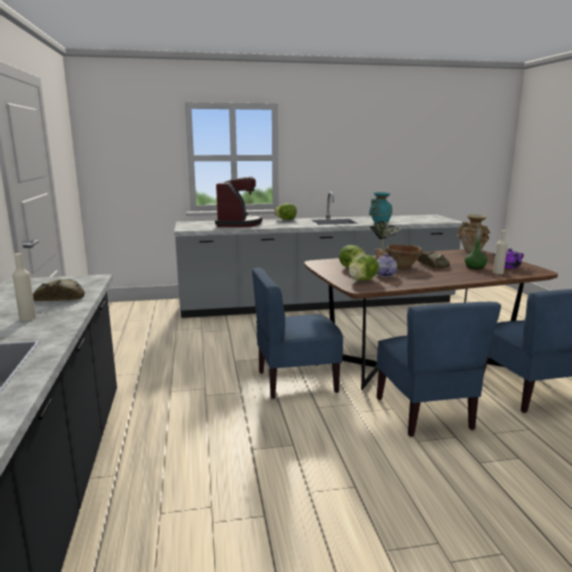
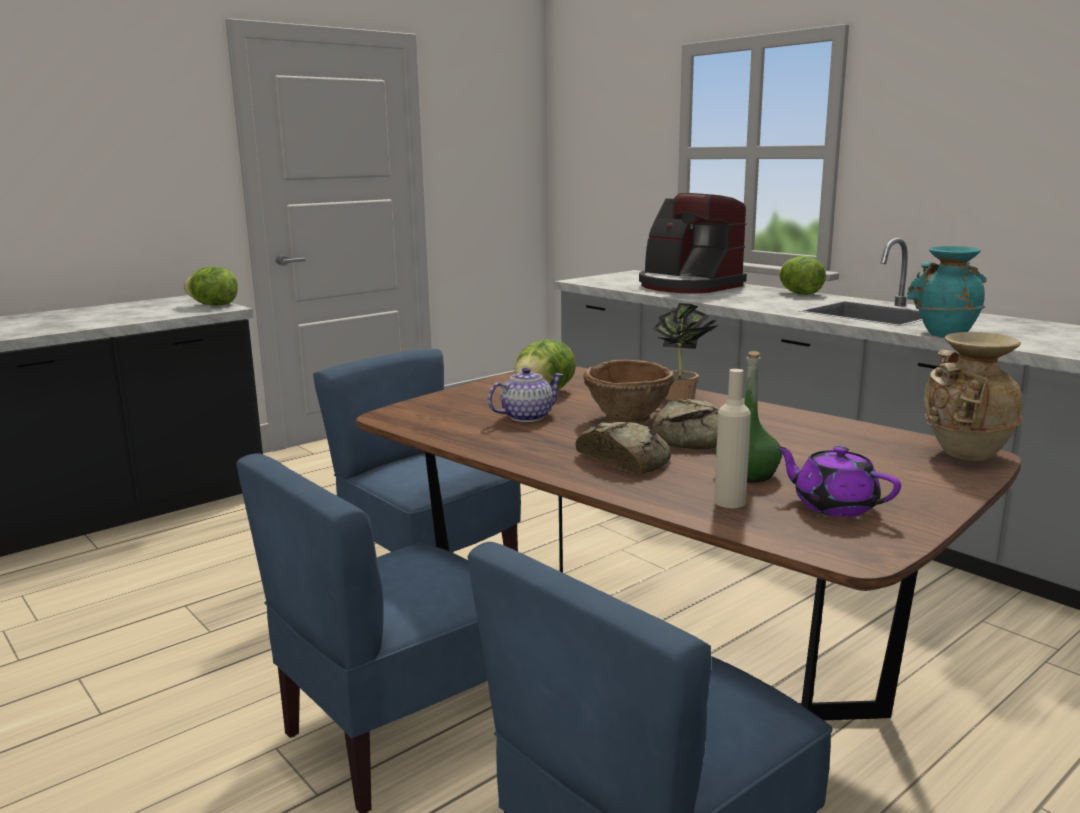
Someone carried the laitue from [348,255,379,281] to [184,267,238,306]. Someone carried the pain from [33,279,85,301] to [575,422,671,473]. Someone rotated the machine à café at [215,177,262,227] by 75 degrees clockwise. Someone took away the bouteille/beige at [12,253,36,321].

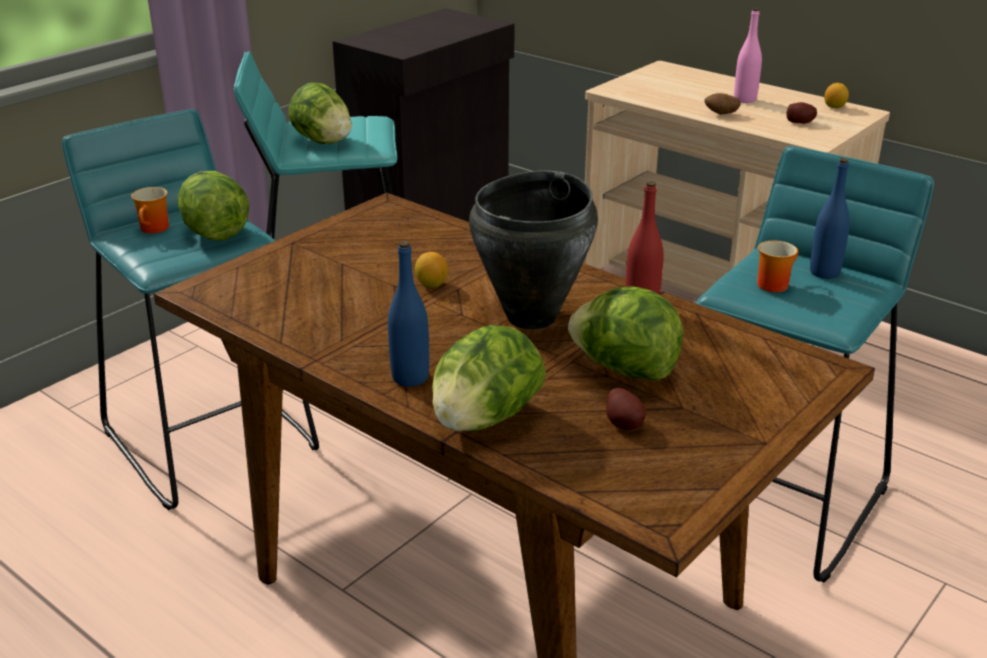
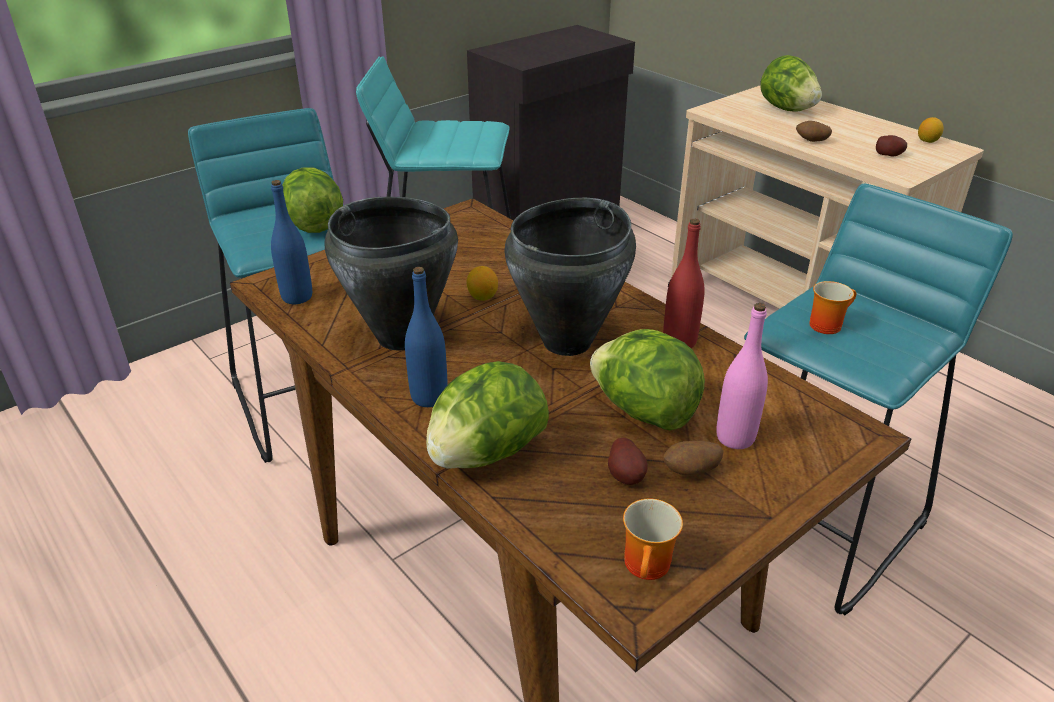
Someone carried the bouteille/bleu from [810,158,850,279] to [271,180,312,304]. Someone put down the marmite/noir at [325,197,458,351]. Someone carried the mug from [131,187,169,233] to [623,499,683,580]. Someone put down the pomme de terre at [664,441,724,476]. Someone carried the bouteille/rose from [734,8,762,103] to [716,303,768,449]. Someone carried the laitue from [288,83,352,144] to [761,55,822,112].

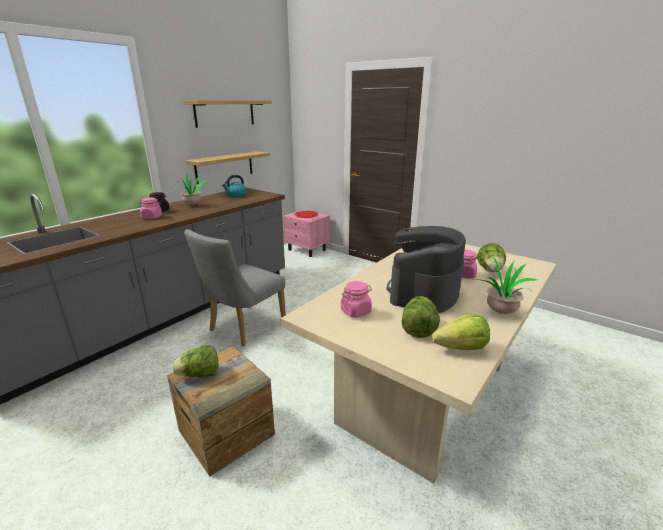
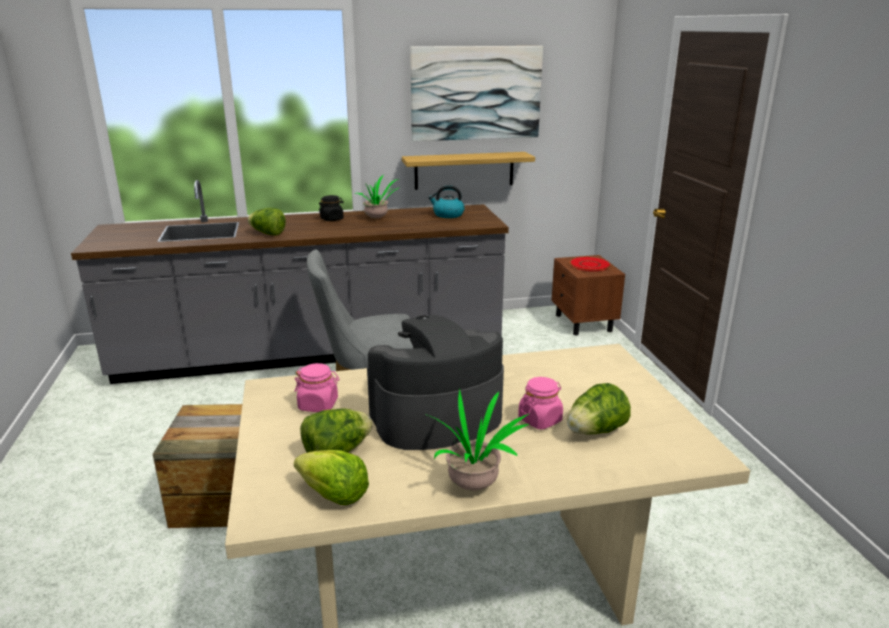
Someone carried the laitue from [172,345,218,378] to [247,208,286,235]. Someone swapped the étagère at [184,100,272,128] for the tableau at [410,46,543,141]. Someone repainted the table de chevet/rose at [283,210,330,257], which became the table de chevet/marron at [551,255,625,335]. Someone took away the bocal/rose at [138,197,162,219].

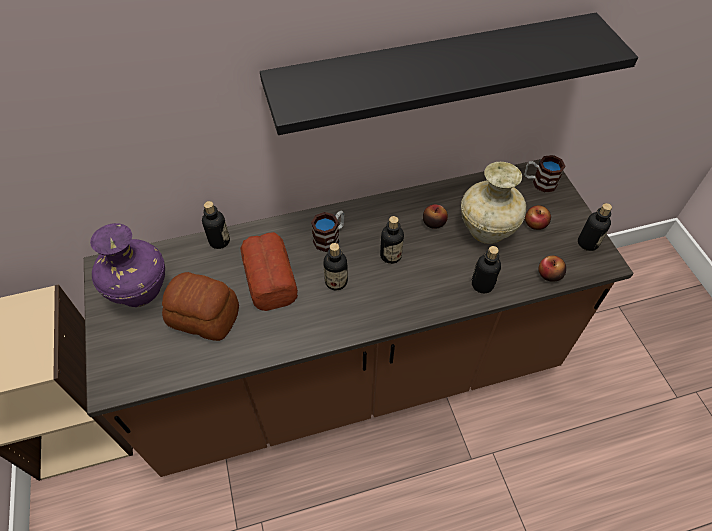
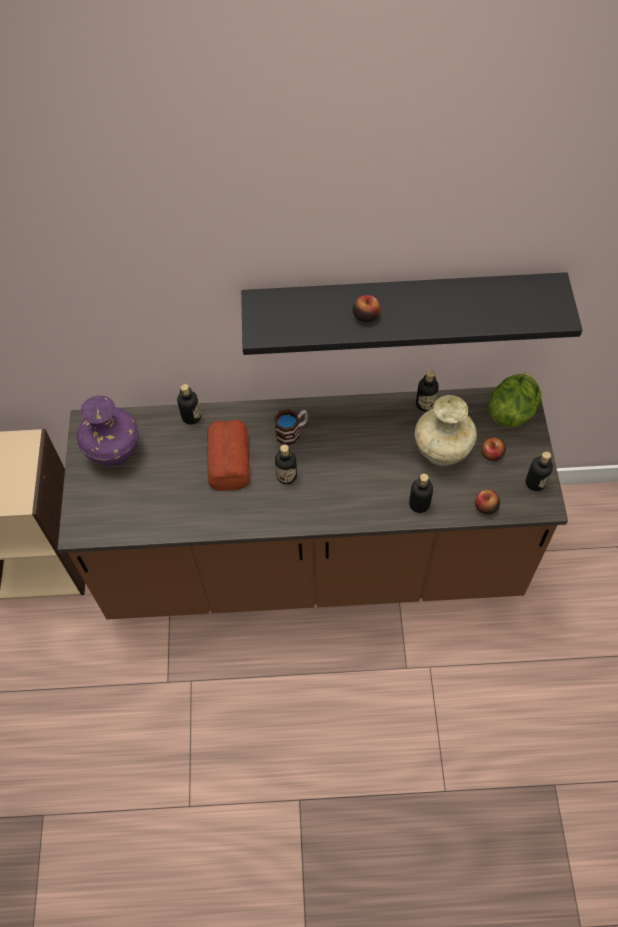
Someone carried the pomme from [423,205,448,229] to [353,295,381,322]. Someone carried the bouteille from [380,216,404,264] to [416,371,439,412]. Someone swapped the mug at [524,155,565,193] for the laitue at [488,373,541,427]. Someone took away the pain at [162,272,239,341].

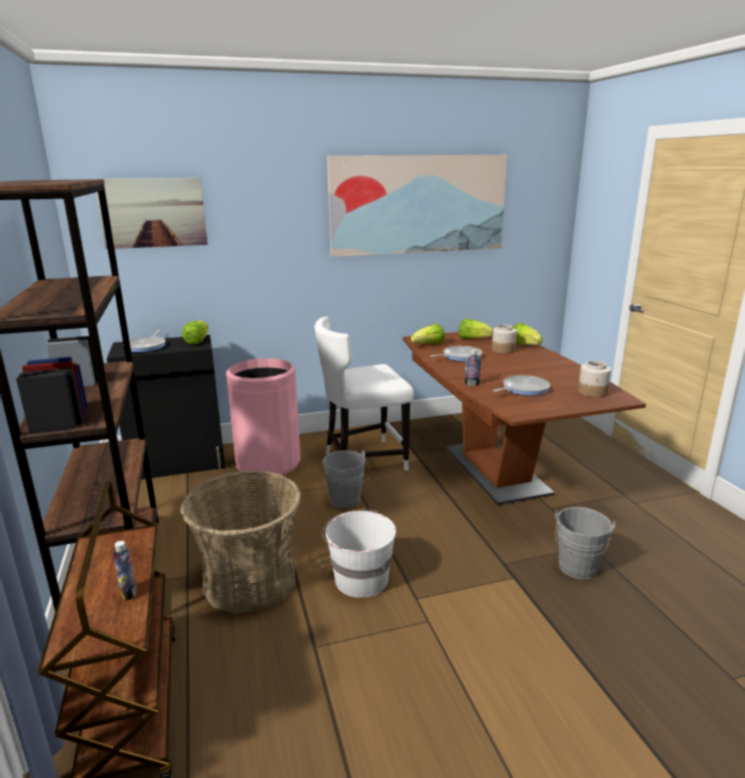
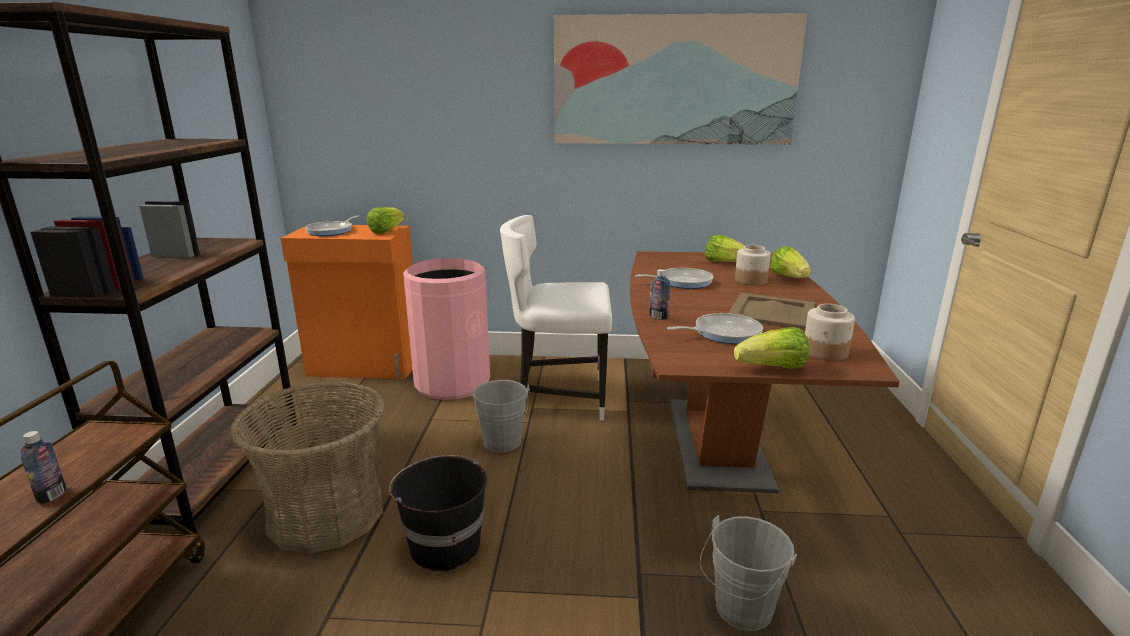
Someone repainted the meuble de rangement/noir at [107,335,225,480], which became the meuble de rangement/orange at [281,225,413,379]. Someone repainted the seau/blanc at [322,509,396,598], which became the seau/noir at [389,455,487,571]. Someone put down the plateau/beige at [729,293,816,330]. Someone carried the laitue from [411,324,445,344] to [734,327,809,369]. Someone took away the tableau at [96,178,208,249].

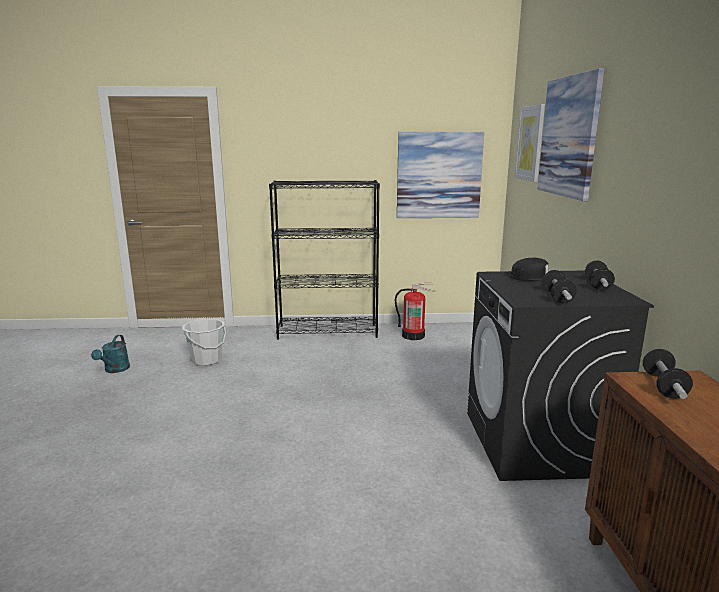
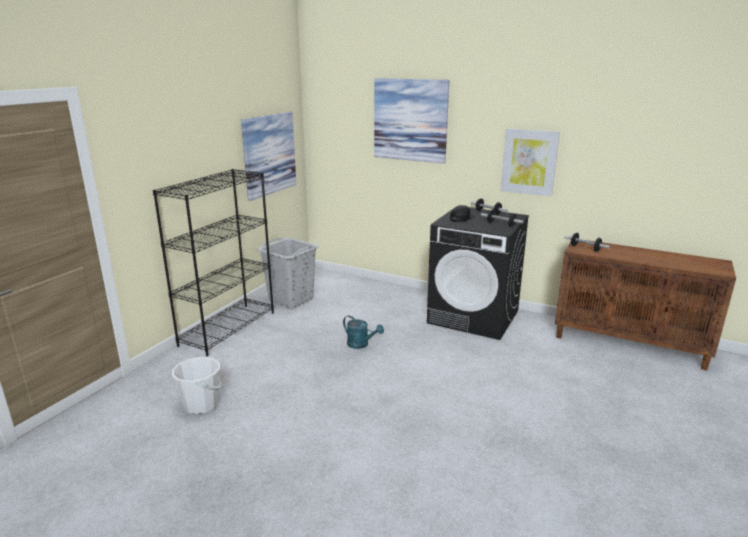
Someone swapped the extincteur at [395,283,436,340] for the panier à linge/gris at [256,237,319,309]. Someone carried the arrosoir/turquoise from [91,335,130,373] to [343,315,384,349]. Someone carried the tableau from [514,104,545,182] to [501,128,560,197].

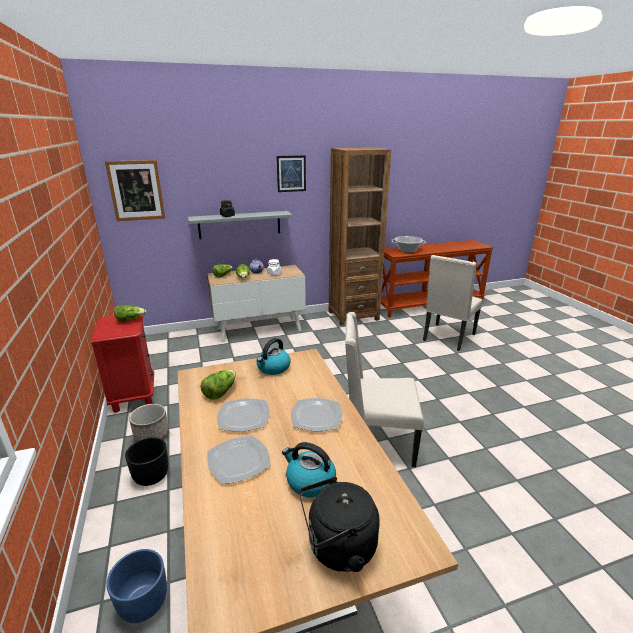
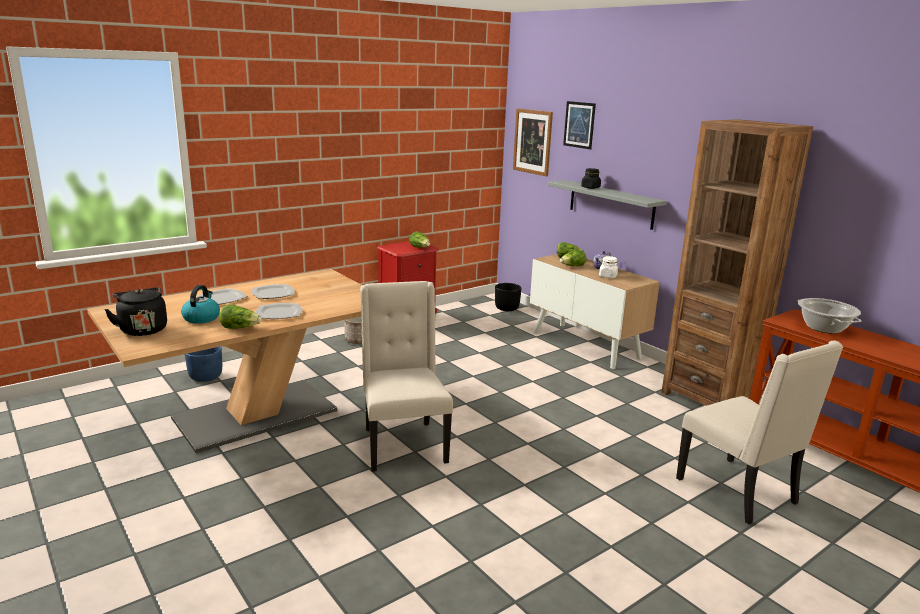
Someone carried the laitue from [200,370,236,400] to [219,304,262,329]. Someone carried the cache-pot/noir from [125,437,169,486] to [495,283,521,311]. Someone carried the tableau from [276,155,306,192] to [563,101,596,149]. Someone rotated the chaise/beige at [423,255,483,351] by 135 degrees counterclockwise. Someone took away the bouilloire at [256,338,290,375].

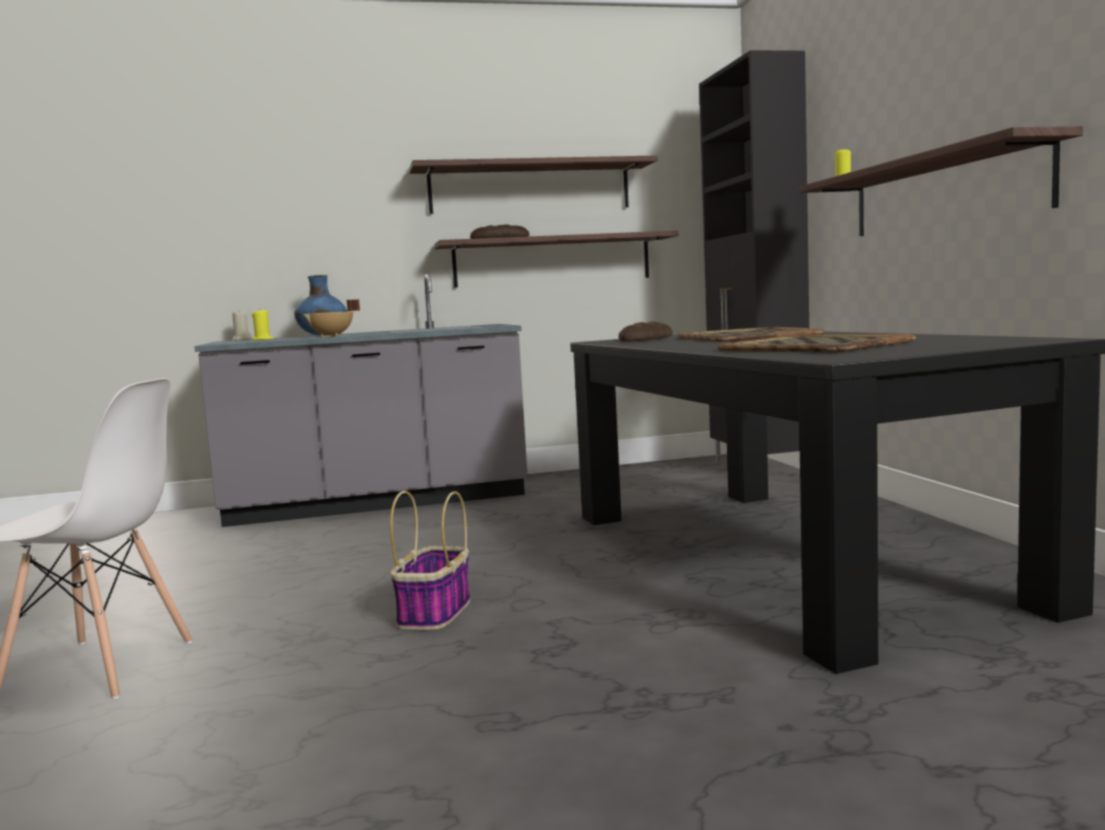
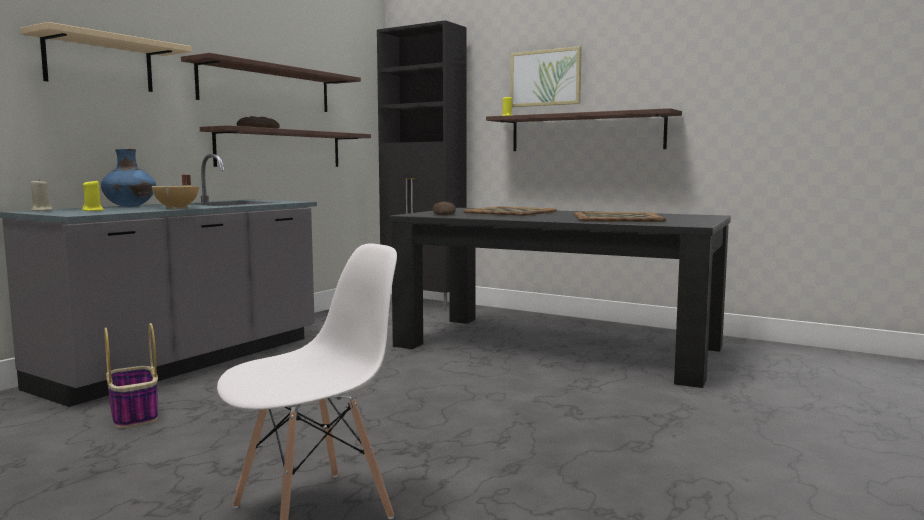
Someone put up the étagère/beige at [20,22,192,92]. Someone carried the panier from [390,491,470,630] to [104,323,158,429]. Someone put up the tableau at [510,46,582,107].

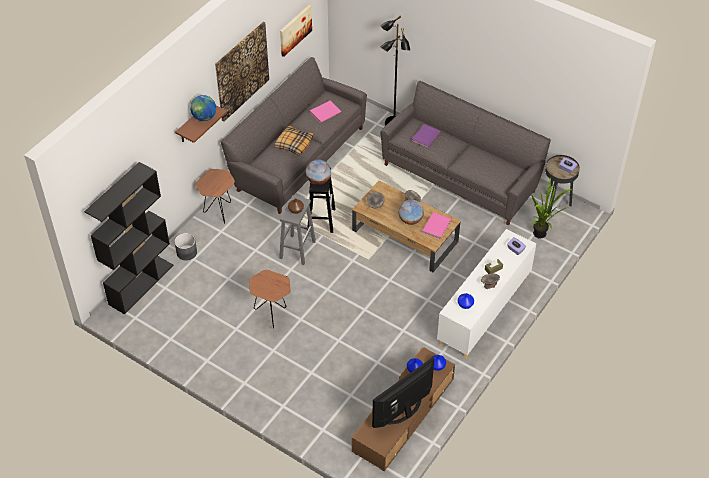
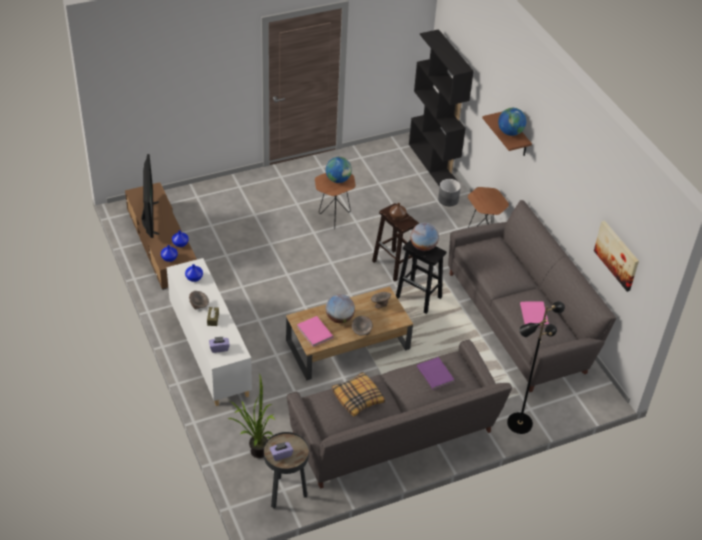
Someone put down the globe at [326,157,352,183]. Someone carried the coussin from [274,125,314,156] to [332,372,385,416]. Someone repainted the tabouret/gris at [279,195,316,265], which became the tabouret/marron at [372,203,419,281]. Someone took away the tableau at [215,22,269,122].

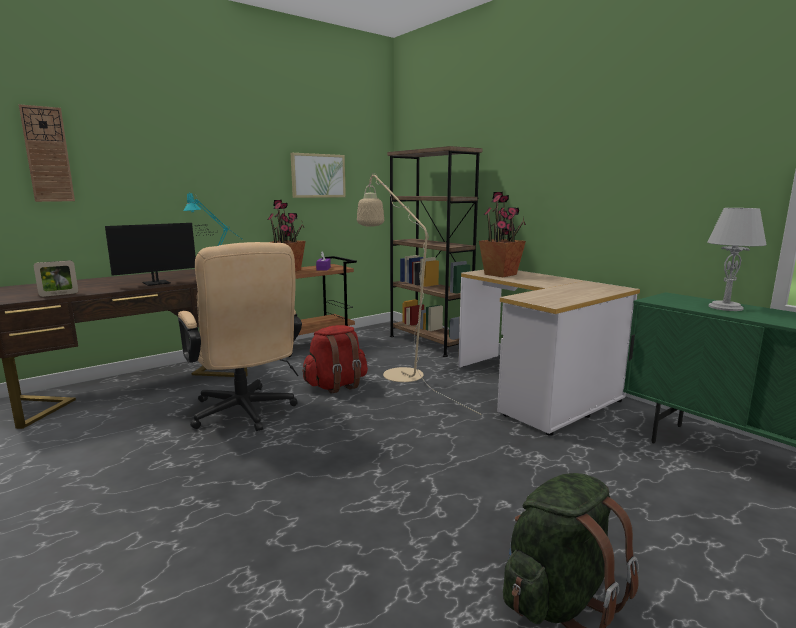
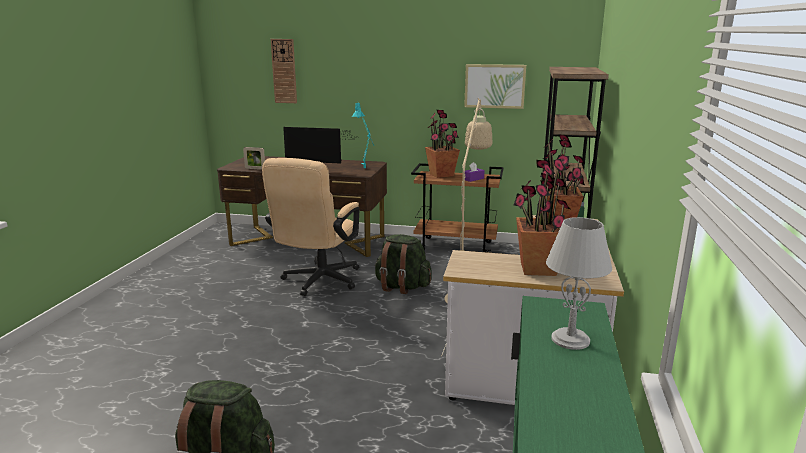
Someone repainted the sac à dos/rouge at [302,325,368,394], which became the sac à dos/vert at [375,234,432,294]. Someone put down the plante en pot at [514,159,570,276].

